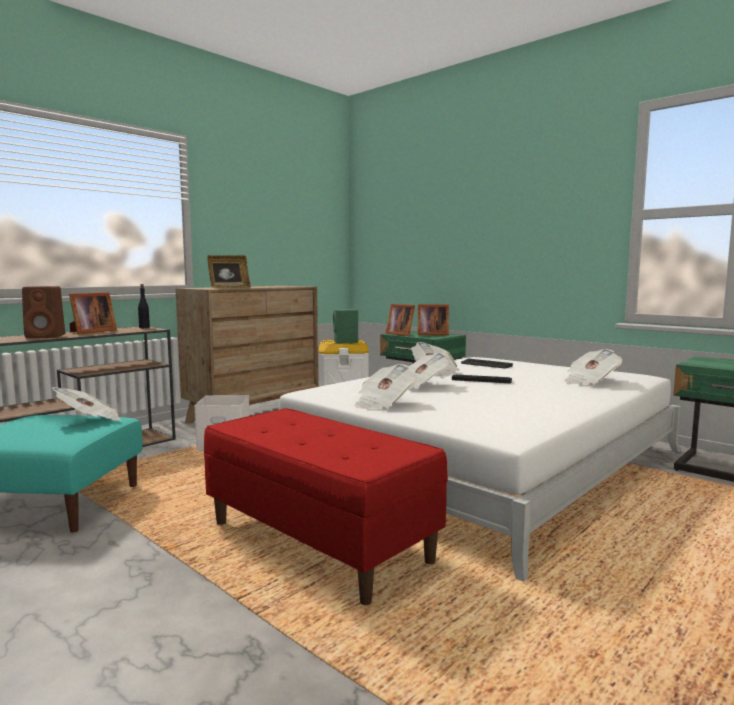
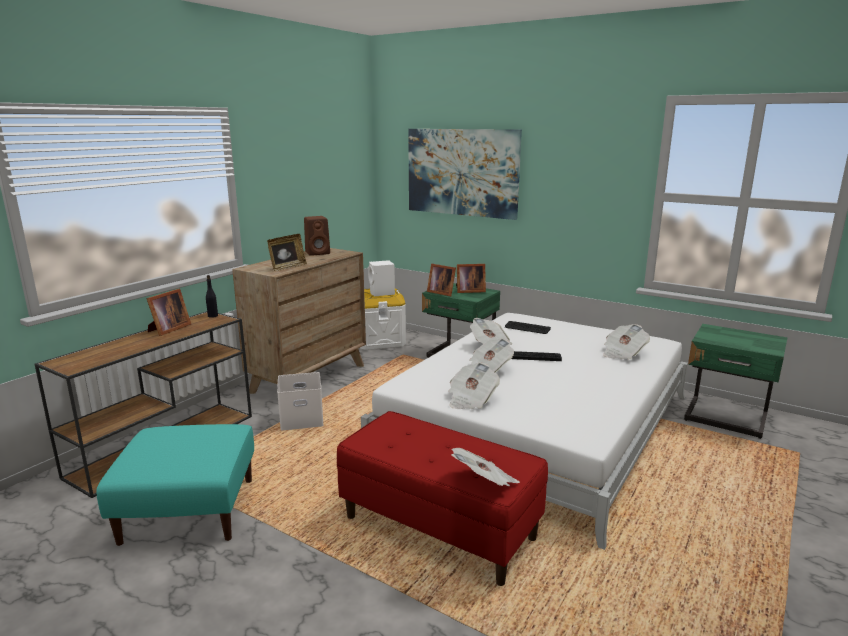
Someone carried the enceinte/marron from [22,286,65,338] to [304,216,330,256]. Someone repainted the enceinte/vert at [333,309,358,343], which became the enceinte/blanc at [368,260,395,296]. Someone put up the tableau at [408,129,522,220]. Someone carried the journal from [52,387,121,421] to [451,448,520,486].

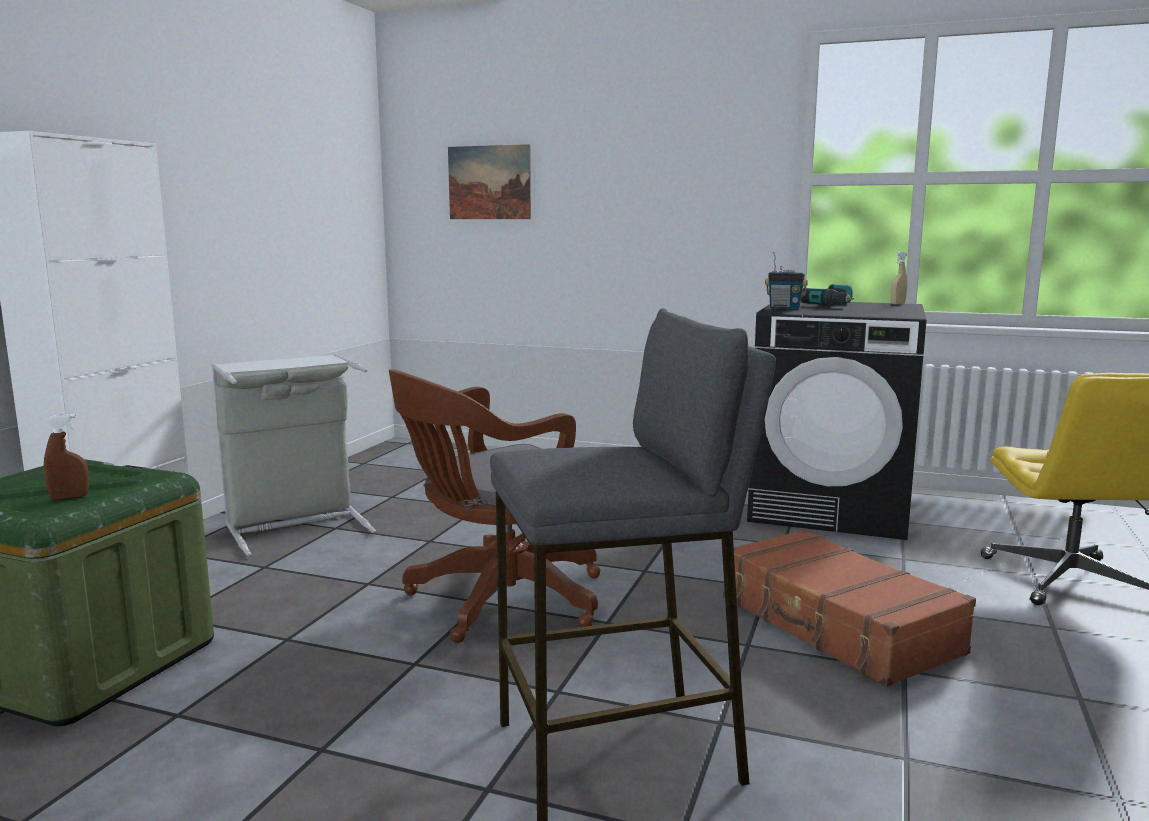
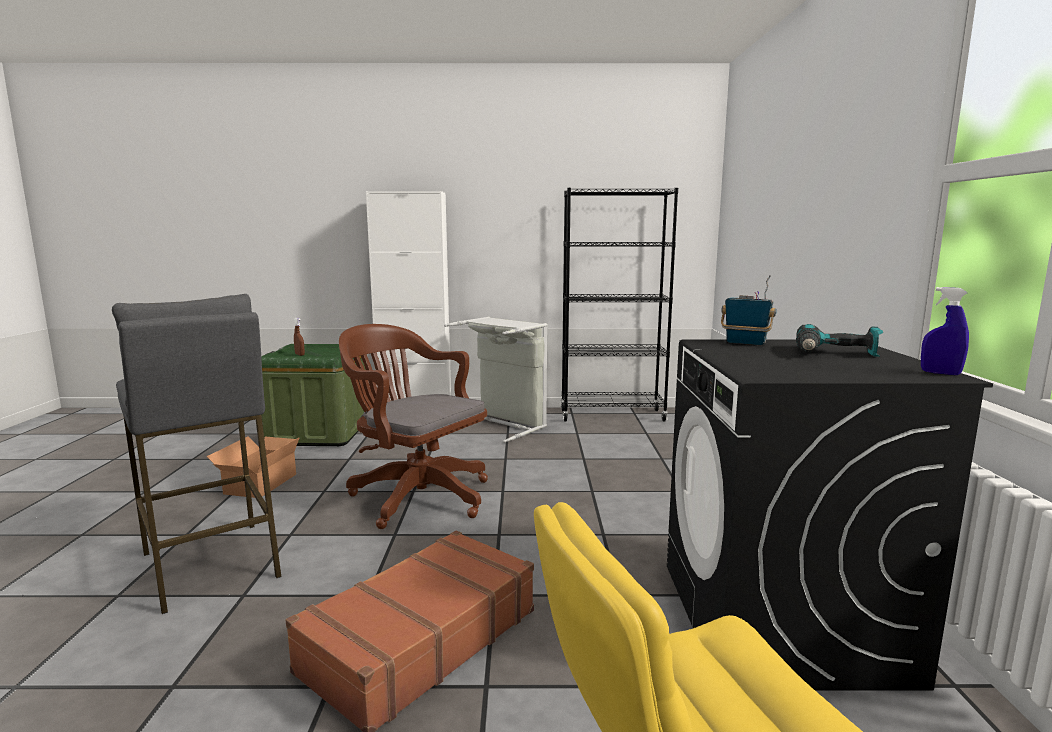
Someone put down the carton at [207,437,300,498]. Someone put down the bibliothèque/noir at [561,188,678,422]. Someone rotated the radio at [765,252,808,309] by 120 degrees clockwise. Someone repainted the vaporisateur/beige at [890,252,907,305], which became the vaporisateur/bleu at [921,287,969,375]. Someone took away the tableau at [448,144,531,219].

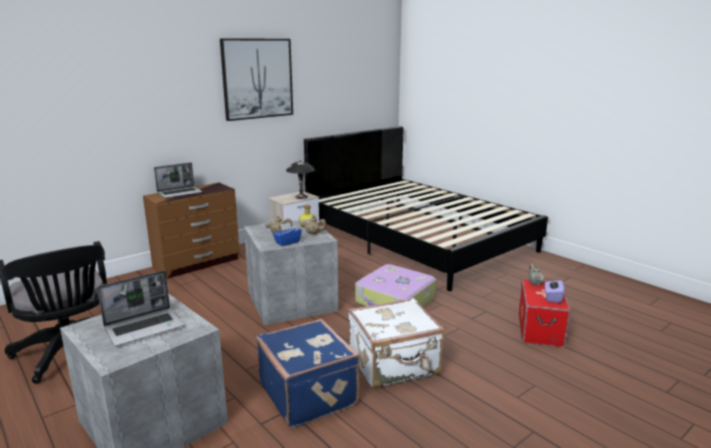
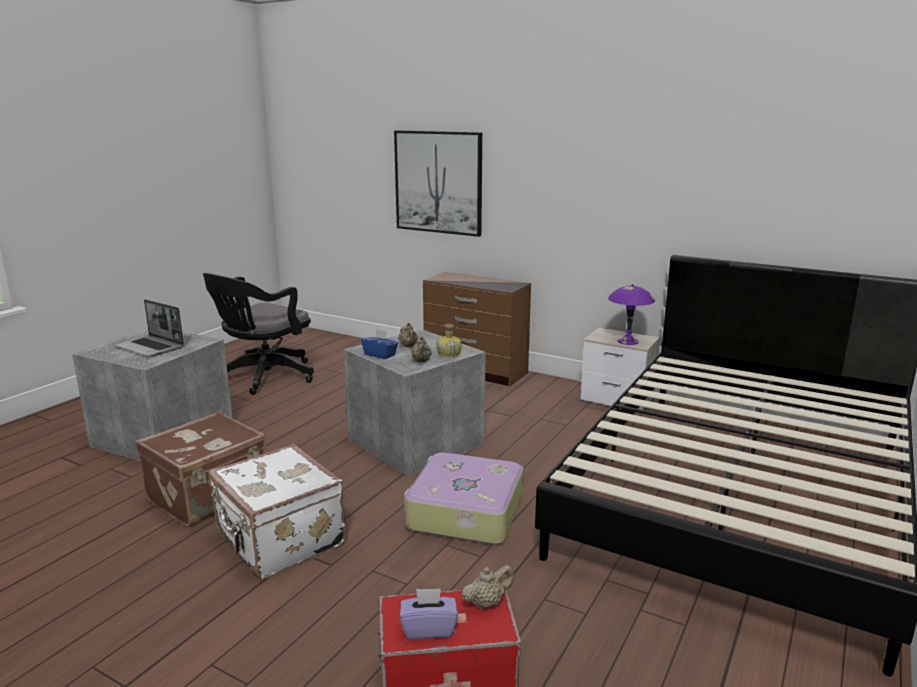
Someone repainted the valise/bleu at [256,319,360,428], which became the valise/marron at [135,411,267,527]. Someone carried the tableau from [220,38,293,121] to [394,130,482,237]. Someone repainted the lampe de table/noir at [286,161,315,199], which became the lampe de table/violet at [608,284,655,345]. Someone took away the ordinateur portable at [154,163,203,199].

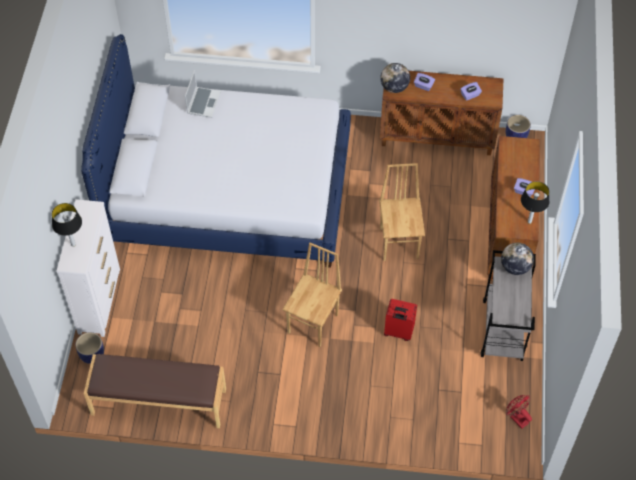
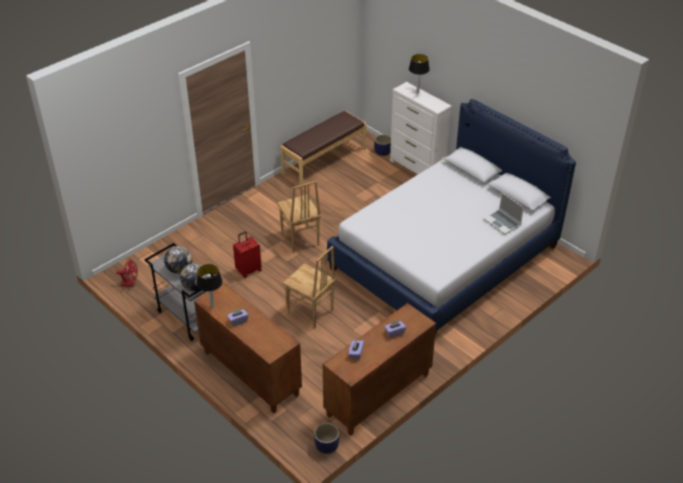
Someone carried the globe from [380,63,410,93] to [164,246,192,274].

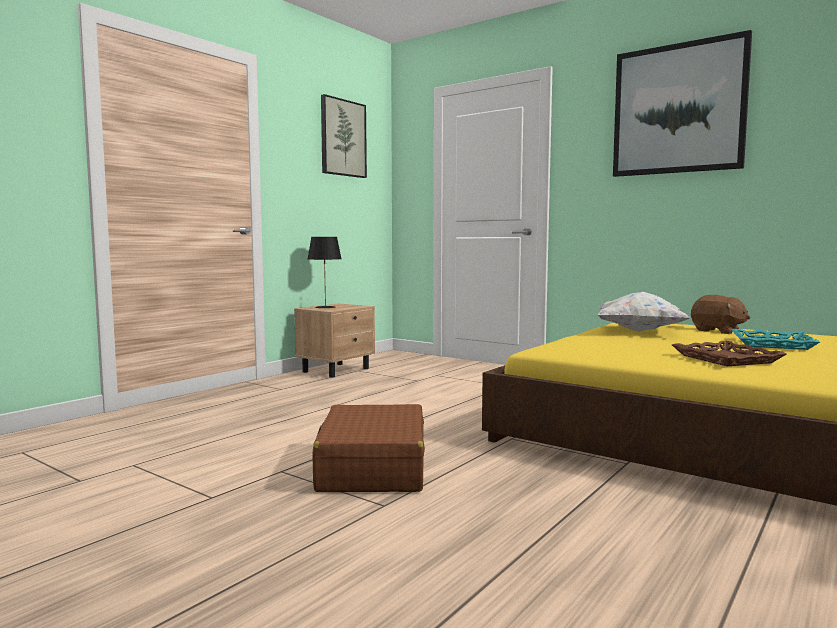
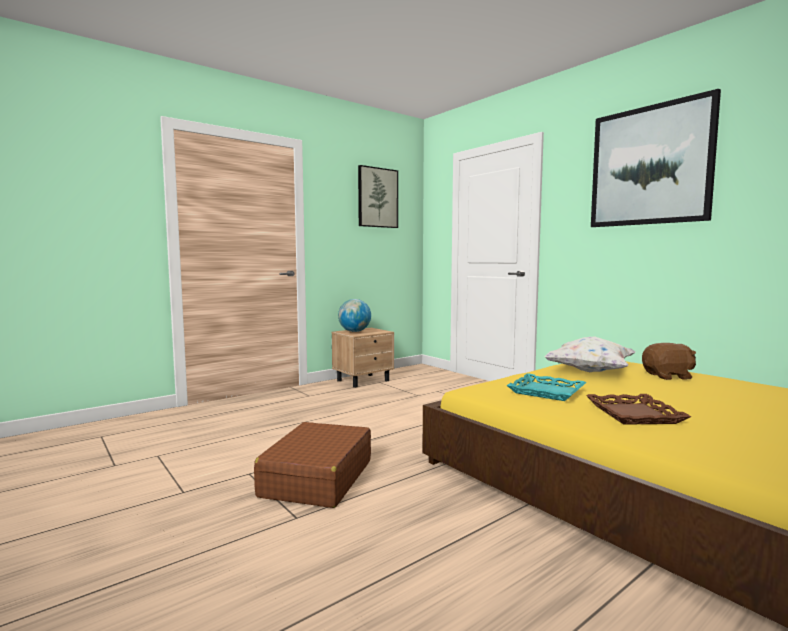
Someone swapped the lampe de table/noir at [308,237,341,308] for the globe at [338,299,371,332]. Someone carried the plateau/turquoise from [732,329,820,350] to [506,373,587,401]. Someone rotated the peluche/marron at [691,295,750,334] by 60 degrees counterclockwise.

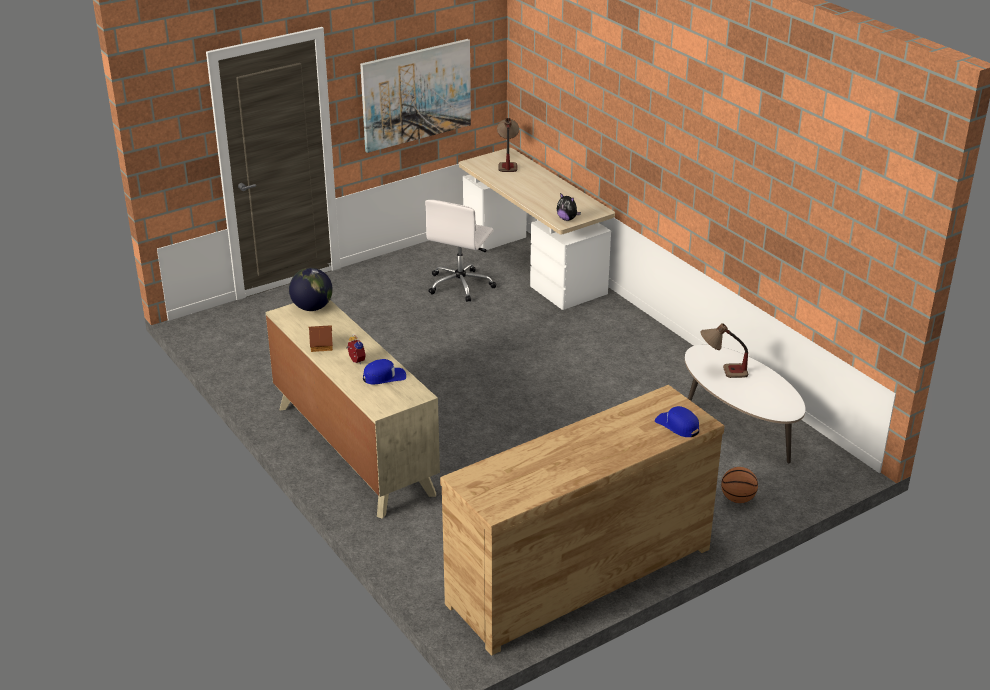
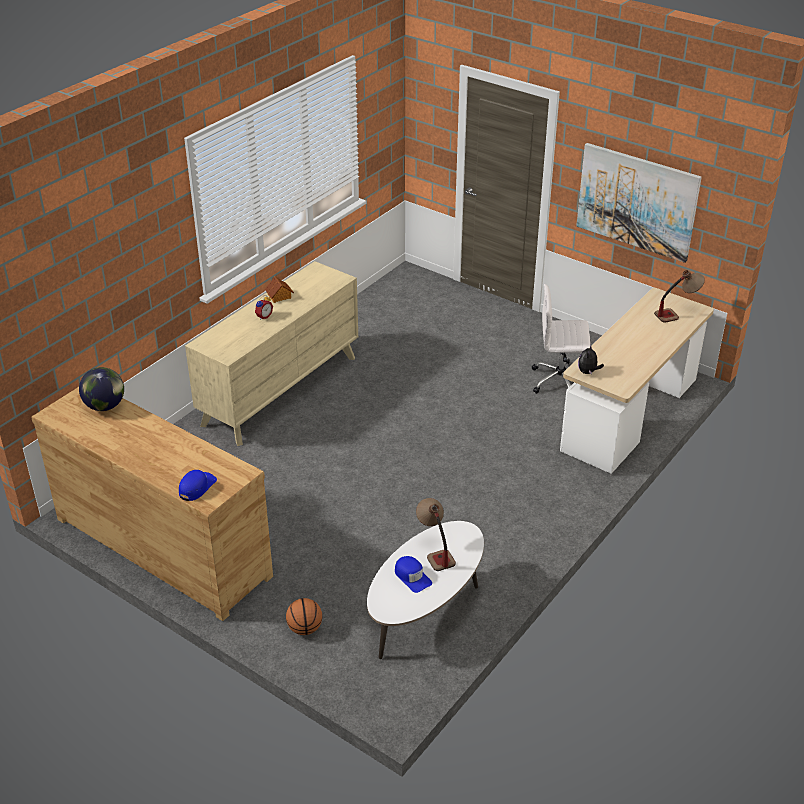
Someone carried the globe from [289,268,333,311] to [79,367,124,411]. Someone carried the casquette/bleu from [363,359,406,384] to [395,556,432,593].

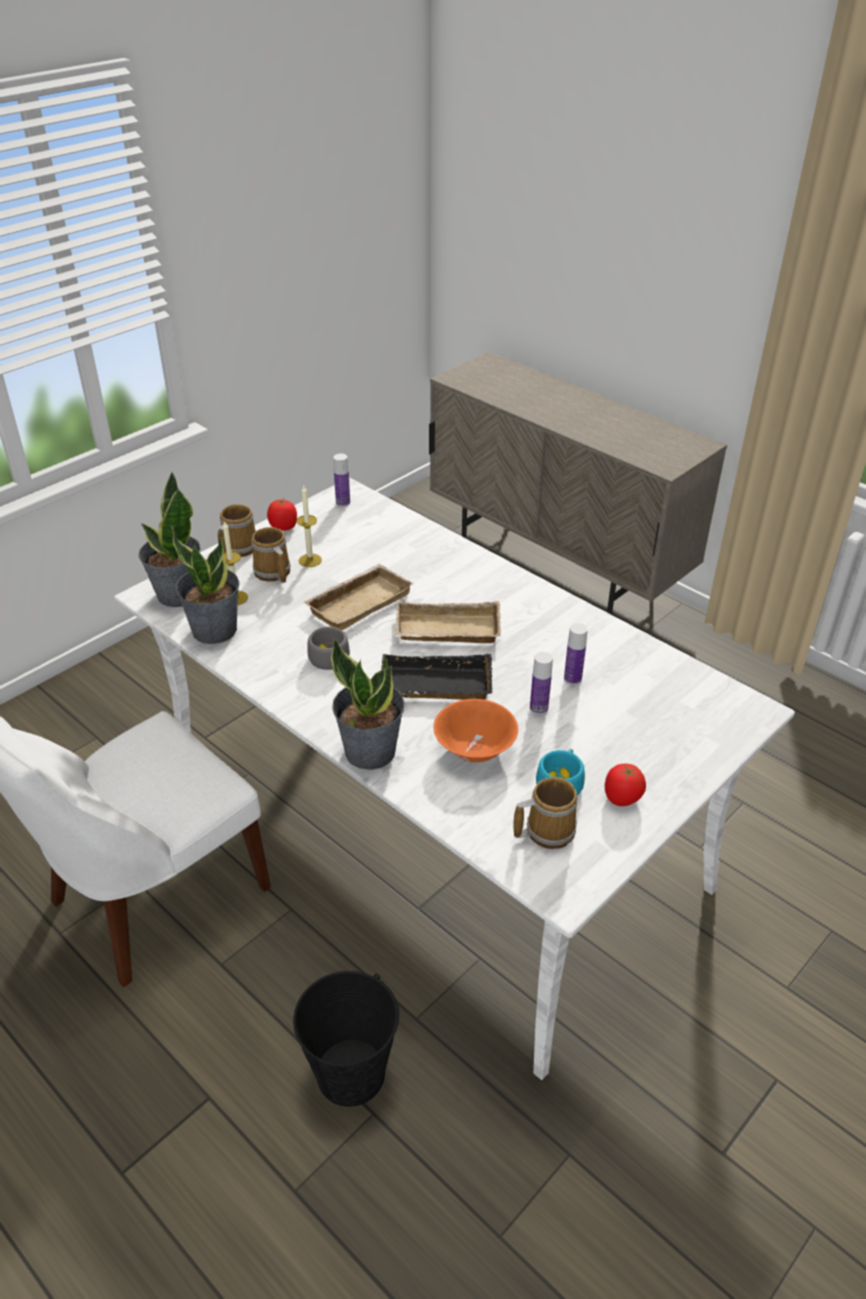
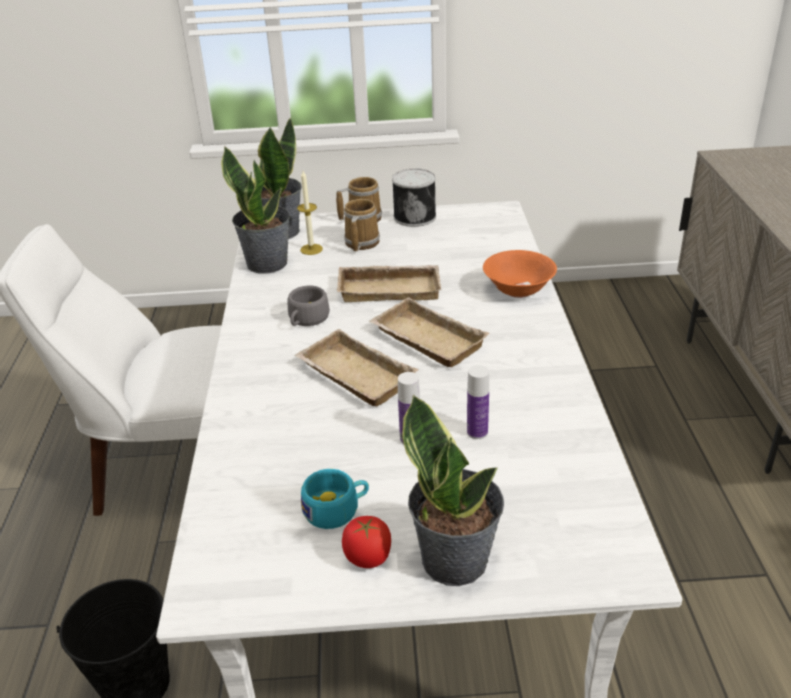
Someone repainted the plateau/noir at [381,654,493,700], which became the plateau/beige at [295,329,419,406]. Someone swapped the tomate at [267,499,297,531] for the boîte métallique at [392,169,436,227]. Someone carried the plante en pot from [331,638,405,770] to [402,394,504,586]. Someone carried the bol/orange from [434,699,518,762] to [483,250,557,298]. Someone took away the bougie at [297,486,322,567]. Someone took away the bouteille at [333,454,350,507]. Someone took away the mug at [513,777,578,849].

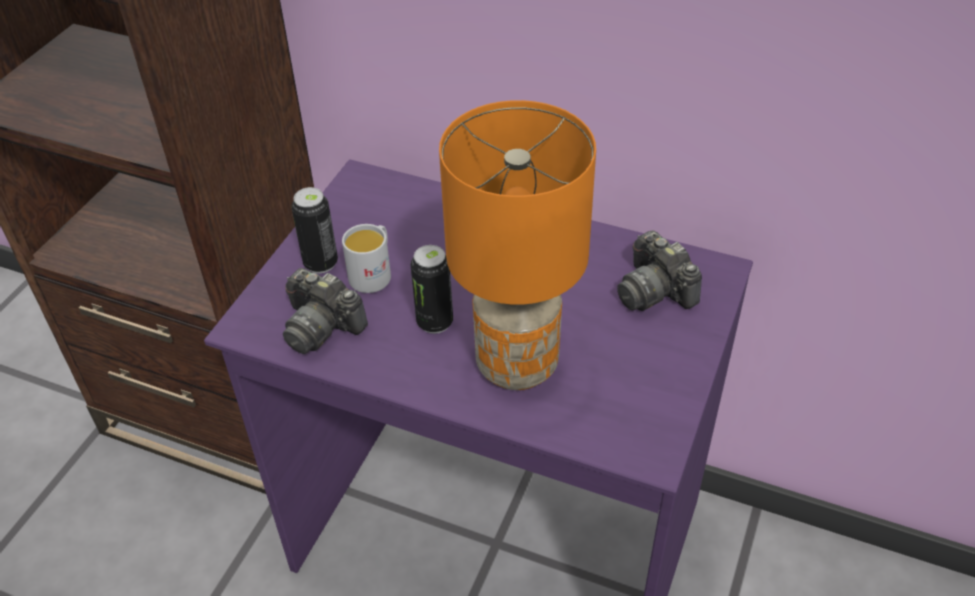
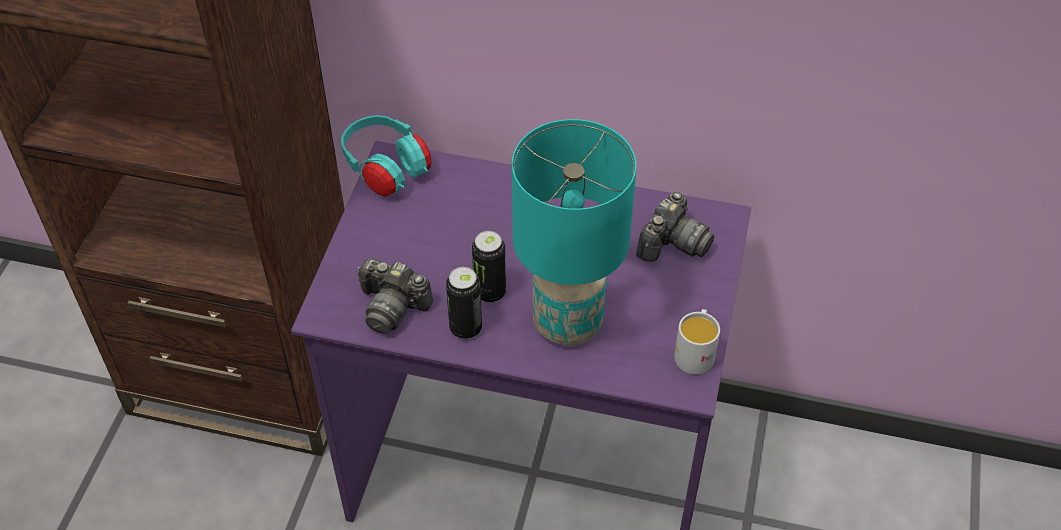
Someone put down the casque audio/turquoise at [341,115,431,197]. Someone carried the boîte métallique from [291,187,338,273] to [446,267,482,339]. Someone repainted the lampe de table/orange at [439,100,596,390], which became the lampe de table/turquoise at [512,119,637,346]. Someone rotated the appareil photo at [617,231,702,311] by 105 degrees counterclockwise. Someone carried the mug/blanc from [342,224,391,293] to [674,309,720,375].

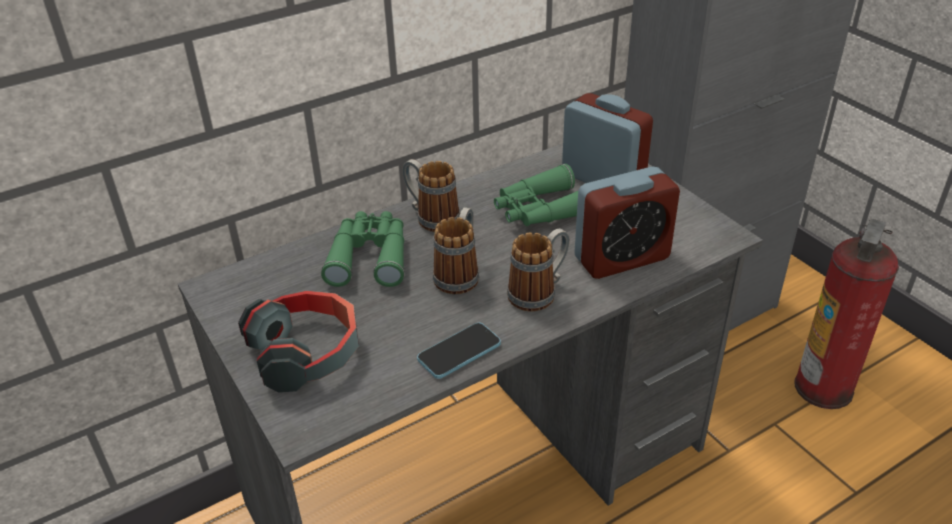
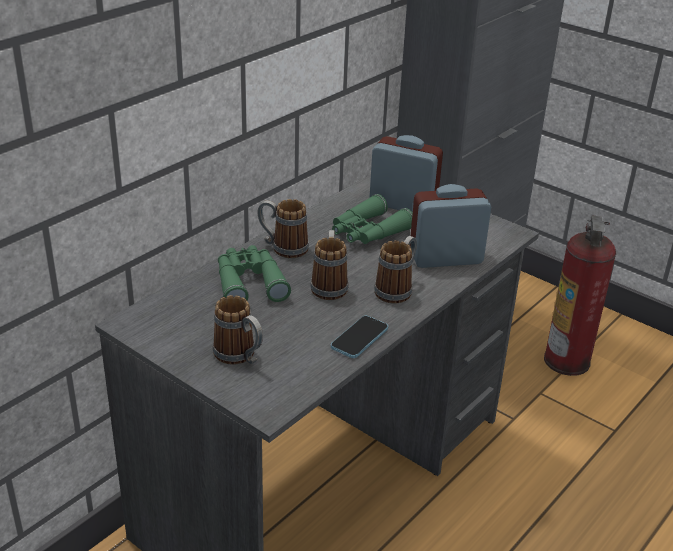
Someone swapped the casque audio at [238,291,359,393] for the mug at [213,295,263,365]. Someone rotated the réveil at [574,166,680,279] by 150 degrees counterclockwise.

